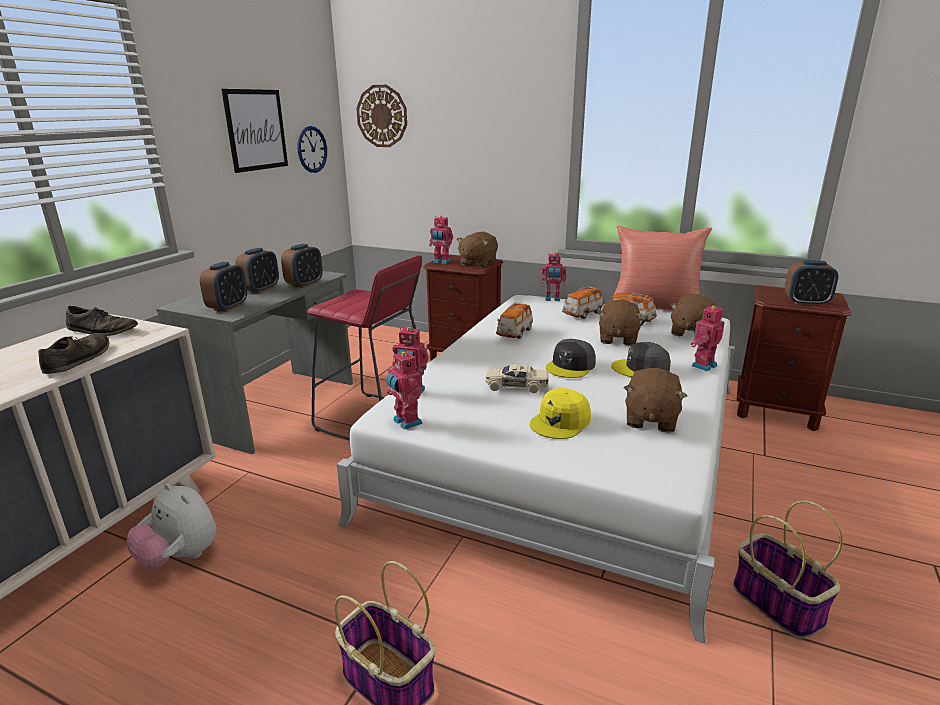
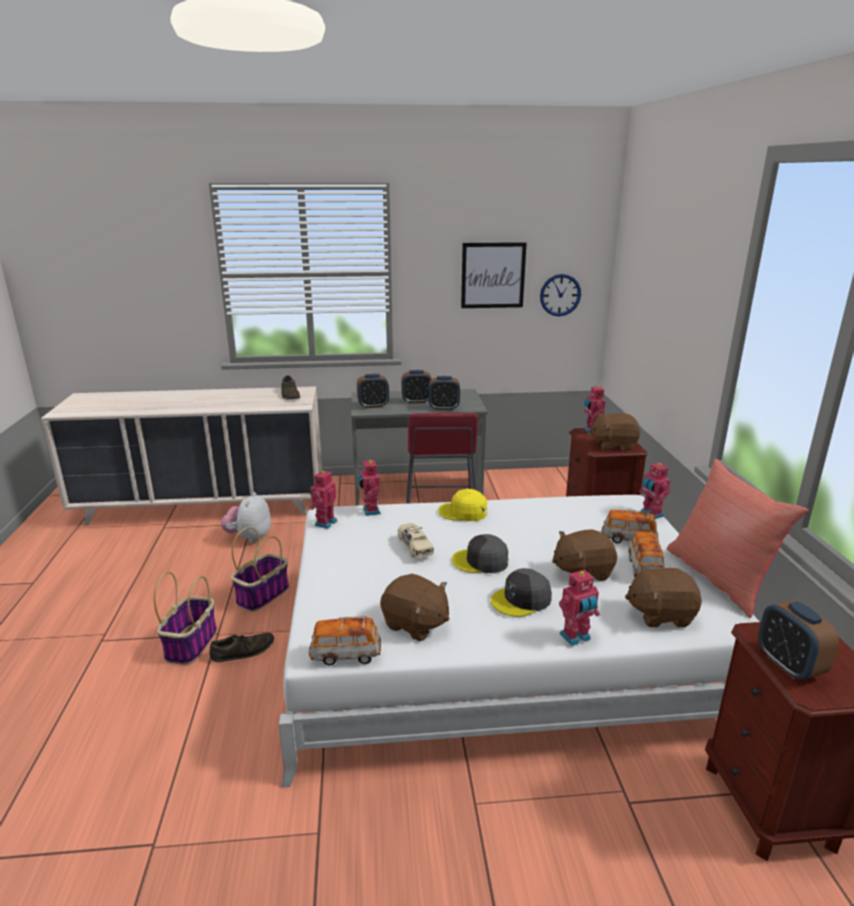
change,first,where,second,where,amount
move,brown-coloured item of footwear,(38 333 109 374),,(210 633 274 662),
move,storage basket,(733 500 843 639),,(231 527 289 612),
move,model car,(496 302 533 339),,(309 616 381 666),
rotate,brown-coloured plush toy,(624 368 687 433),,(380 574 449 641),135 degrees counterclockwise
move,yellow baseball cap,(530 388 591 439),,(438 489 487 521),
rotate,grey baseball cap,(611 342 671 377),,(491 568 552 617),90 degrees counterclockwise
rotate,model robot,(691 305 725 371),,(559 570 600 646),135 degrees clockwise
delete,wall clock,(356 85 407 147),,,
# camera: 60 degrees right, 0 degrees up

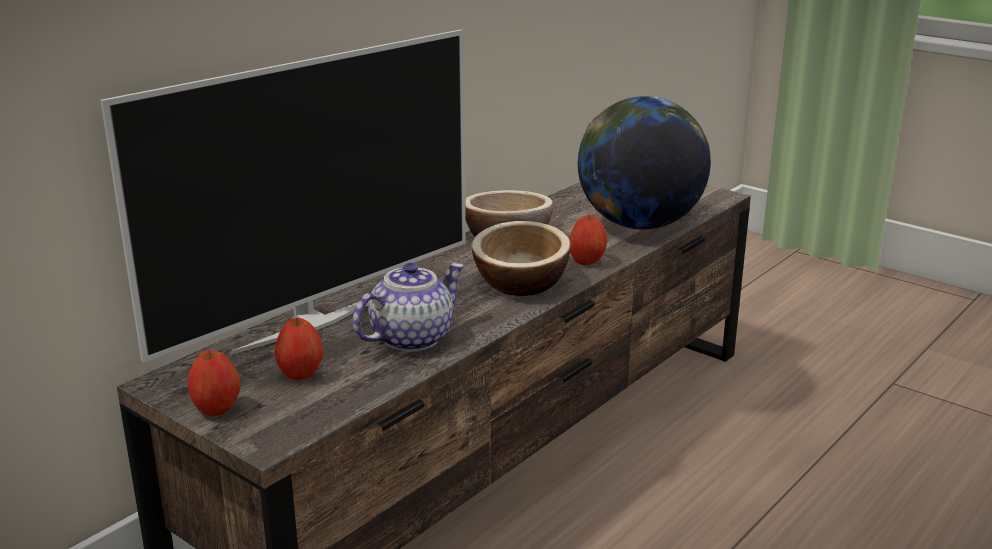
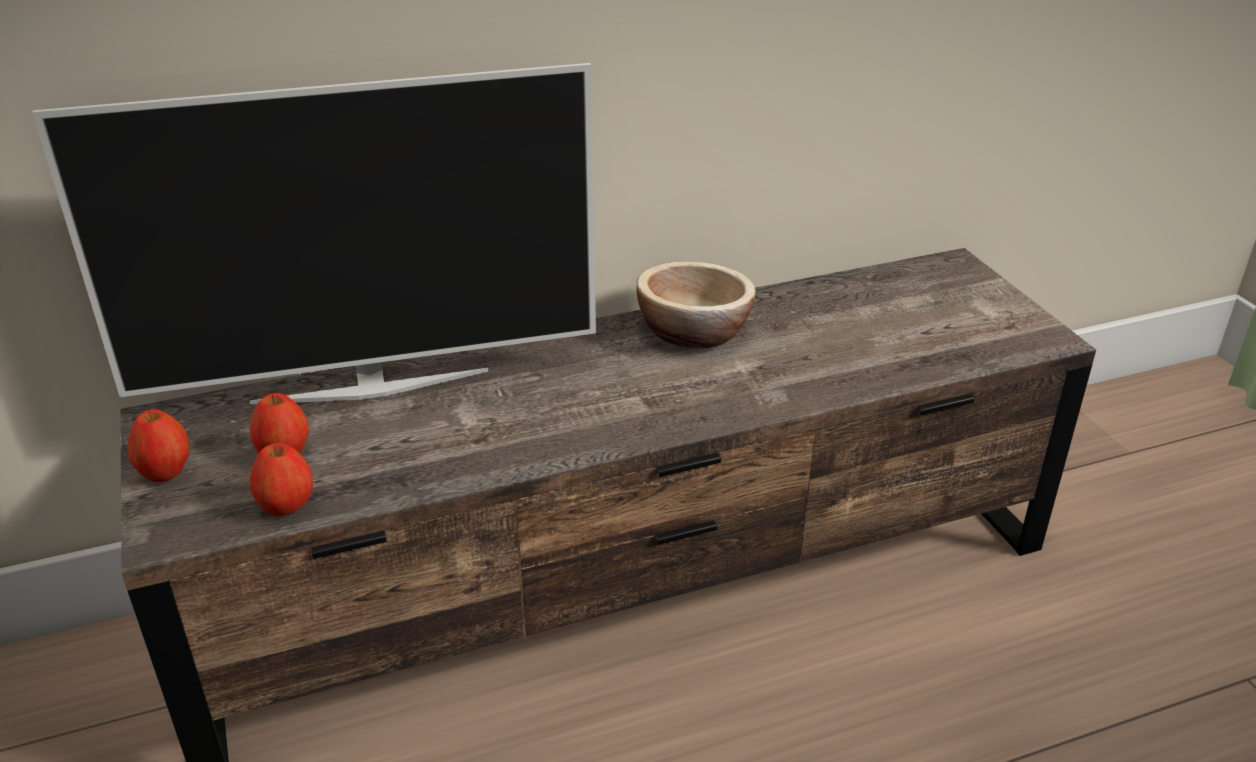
change,first,where,second,where,amount
move,apple,(569 215 608 265),,(250 443 313 516),
delete,pot for tea,(352 263 464 352),,,
delete,bowl,(472 221 571 296),,,
delete,globe,(578 96 711 230),,,
# camera: 30 degrees right, 10 degrees up

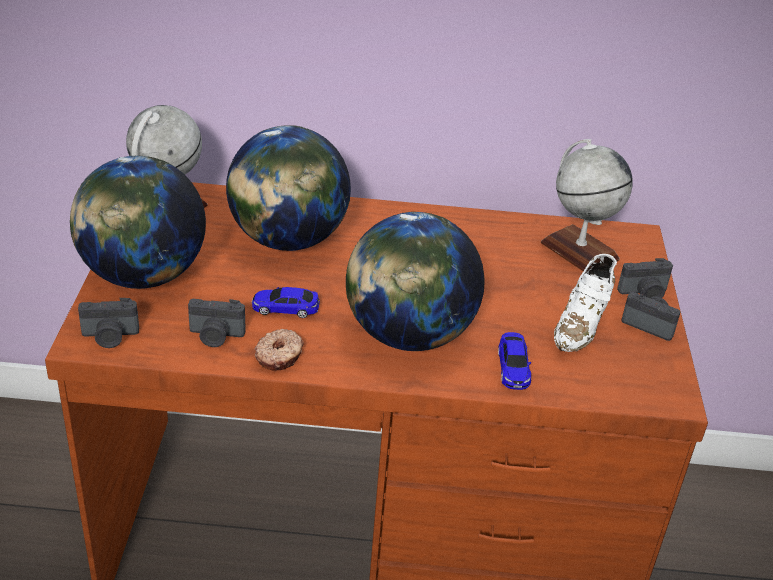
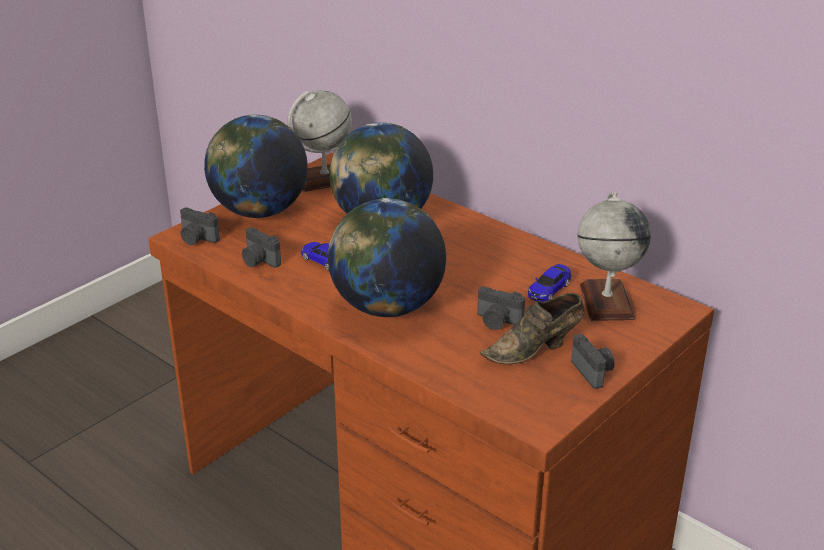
change,first,where,second,where,amount
move,photo camera,(617 258 673 298),,(477 286 525 330),
recolor,white item of footwear,(554 254 617 352),brown-coloured item of footwear,(480 293 584 364),
move,model car,(498 332 531 390),,(528 264 571 302),
delete,donut,(255 329 304 371),,,
# camera: 40 degrees right, 5 degrees down

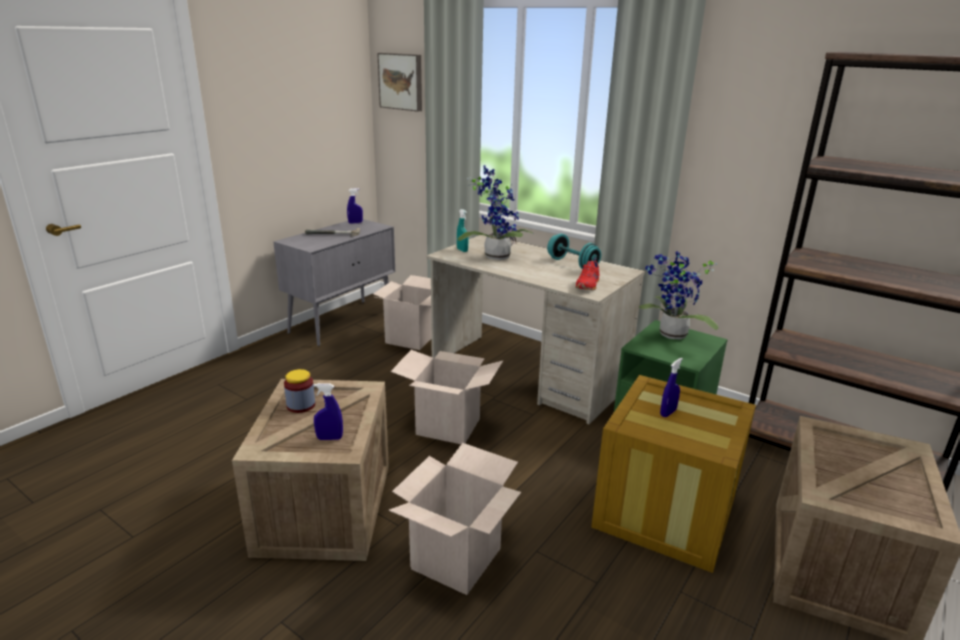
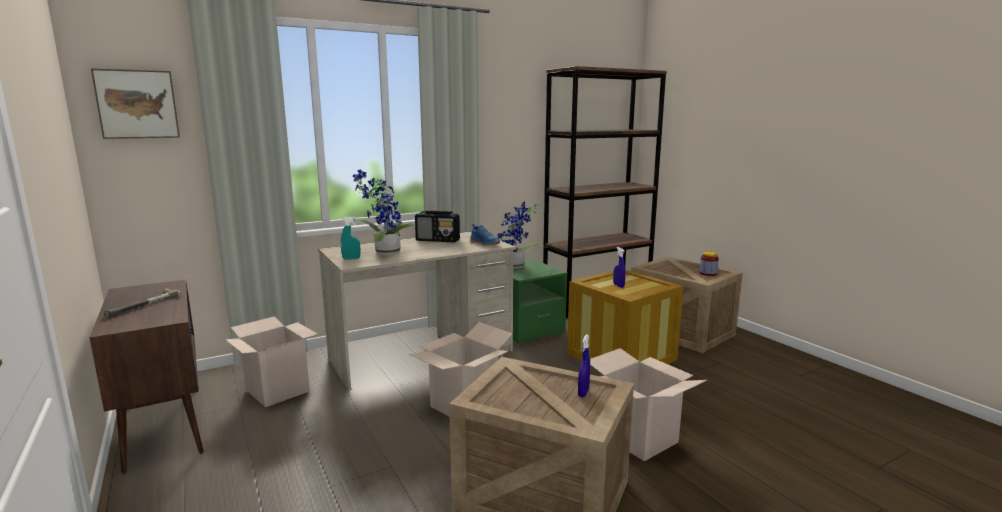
change,first,where,second,where,amount
recolor,grey cupboard,(274 219 395 346),brown-coloured cupboard,(89 280 204 474),
replace,turquoise dumbbell,(547 234 601 269),radio receiver,(415 210 460 242),
recolor,red-coloured item of footwear,(575 258 600 290),blue-coloured item of footwear,(470 224 500 246),
move,jar,(284 369 315 413),,(699 252 719 276),
delete,blue-coloured hand sprayer,(347 188 363 224),,,
# camera: 65 degrees left, 10 degrees down

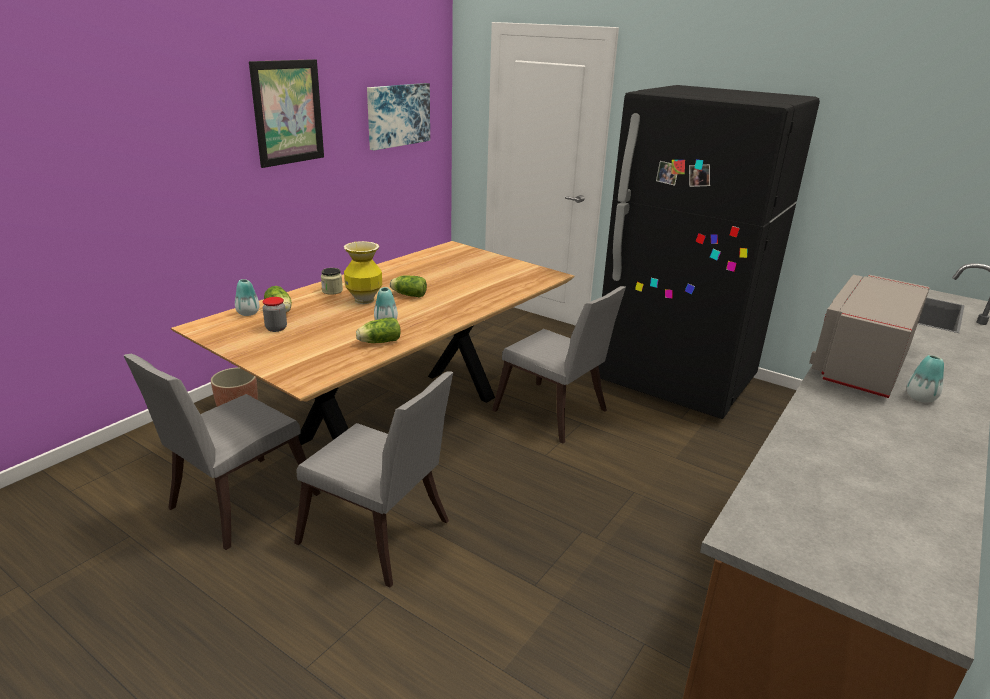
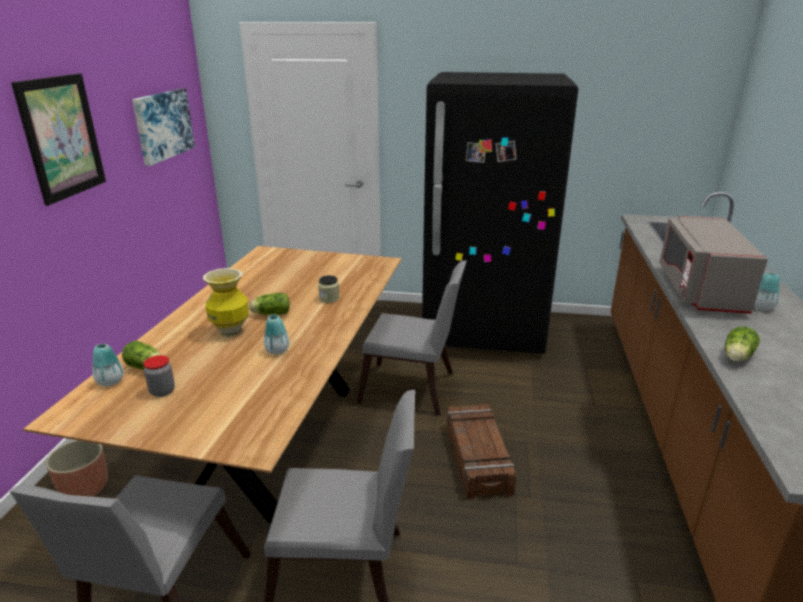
change,first,where,second,where,amount
move,jar,(321 268 343 295),,(318 275 340 303),
insert,,,shipping crate,(446 404 516 499),
move,head of lettuce,(356 318 401 343),,(725 327 760 362),
# camera: 25 degrees left, 0 degrees up

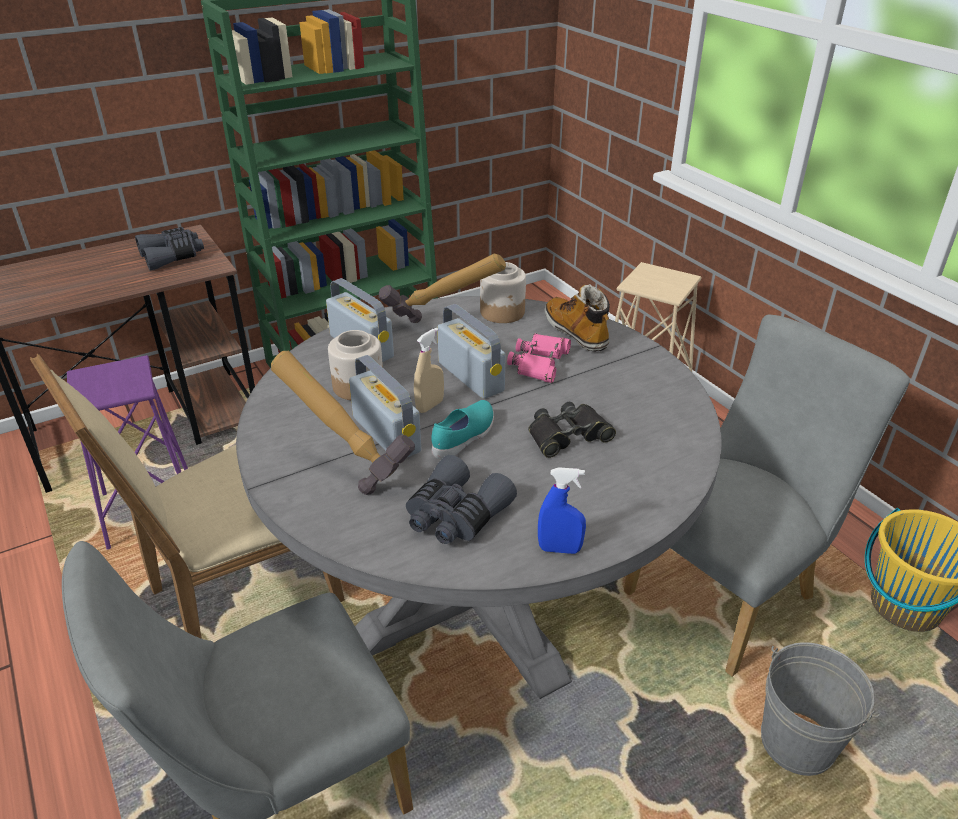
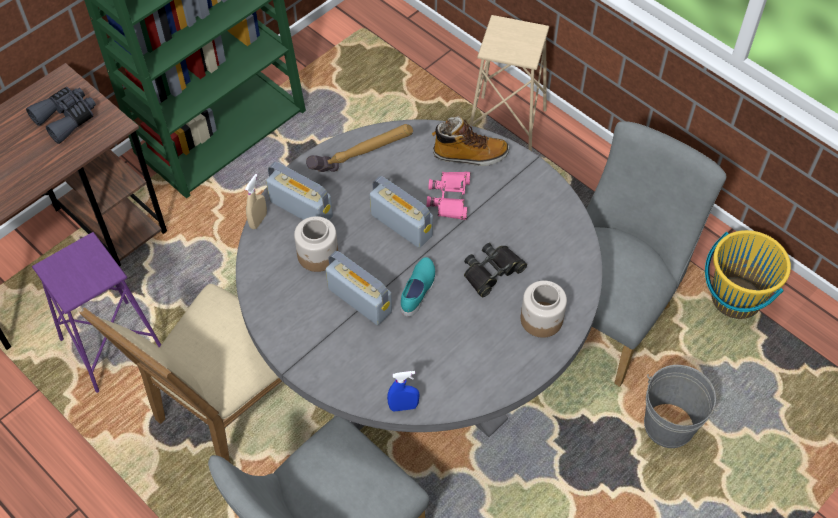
change,first,where,second,where,amount
move,beige hand sprayer,(414 327 444 413),,(245 174 267 229),
move,blue-coloured hand sprayer,(538 467 586 554),,(387 371 420 412),
rotate,tall boot,(545 284 610 352),,(432 116 509 166),135 degrees clockwise
move,jar,(480 262 526 323),,(521 281 567 338),
delete,hammer,(271 351 415 495),,,
delete,grey field glasses,(406 455 517 544),,,
# camera: 15 degrees left, 20 degrees up

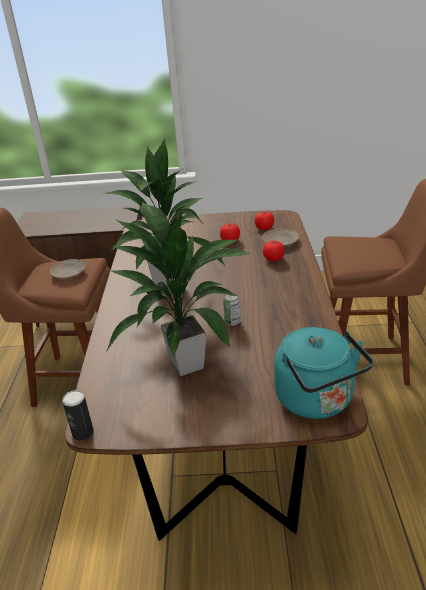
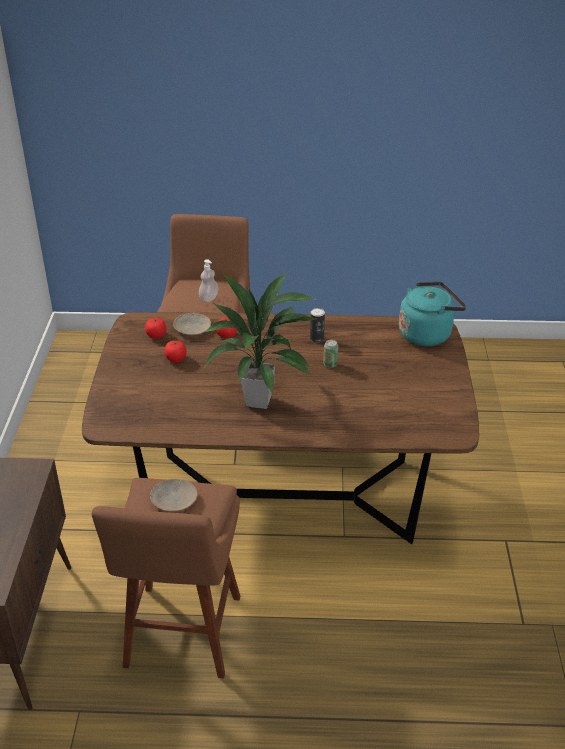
change,first,where,second,where,amount
insert,,,soap dispenser,(199 259 219 302),
move,sealed can,(62 390 94 441),,(310 308 325 342),
delete,potted plant,(106 202 253 376),,,
# camera: 90 degrees left, 5 degrees up

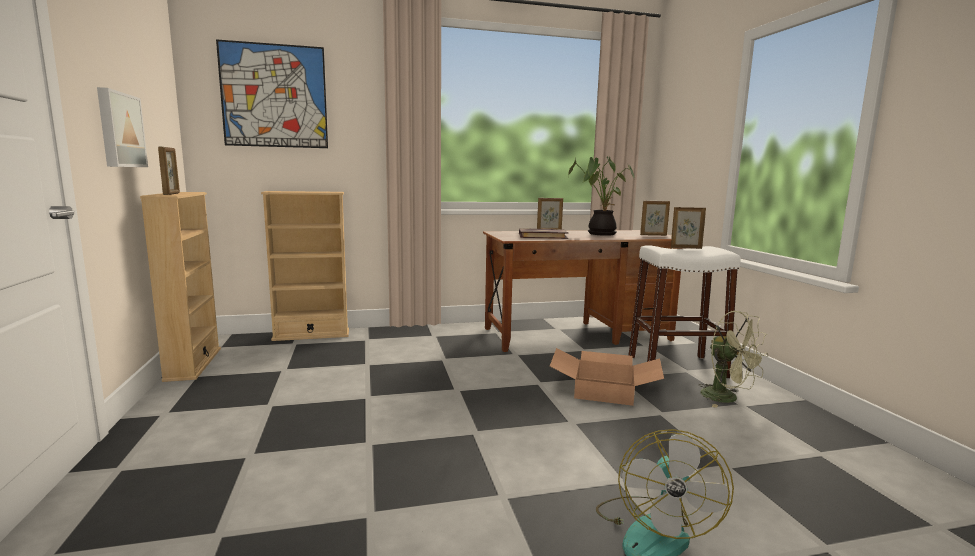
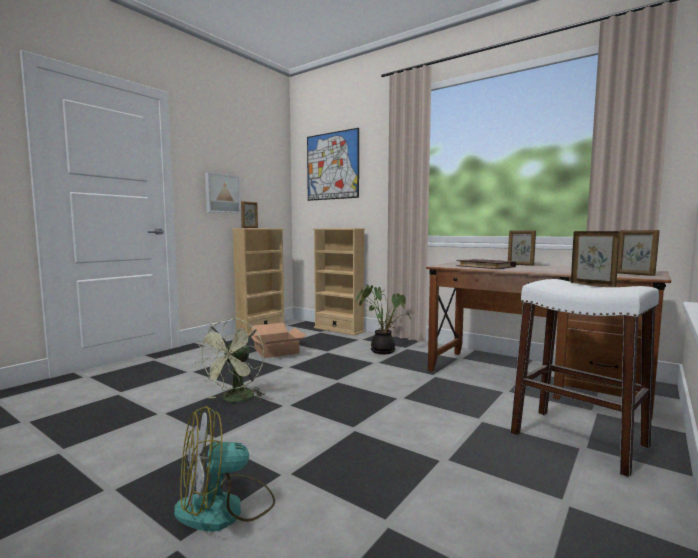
change,first,where,second,where,amount
move,greenish electric fan,(699 311 768 408),,(195 318 265 402),
move,packing box,(550 348 664 406),,(247 323 306 358),
move,potted plant,(568 156 634 236),,(356 284 411 354),
# camera: 50 degrees right, 5 degrees down

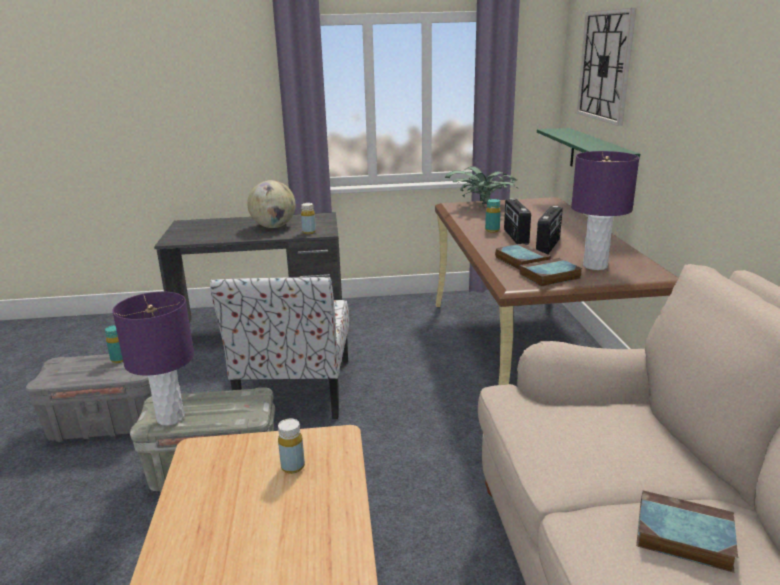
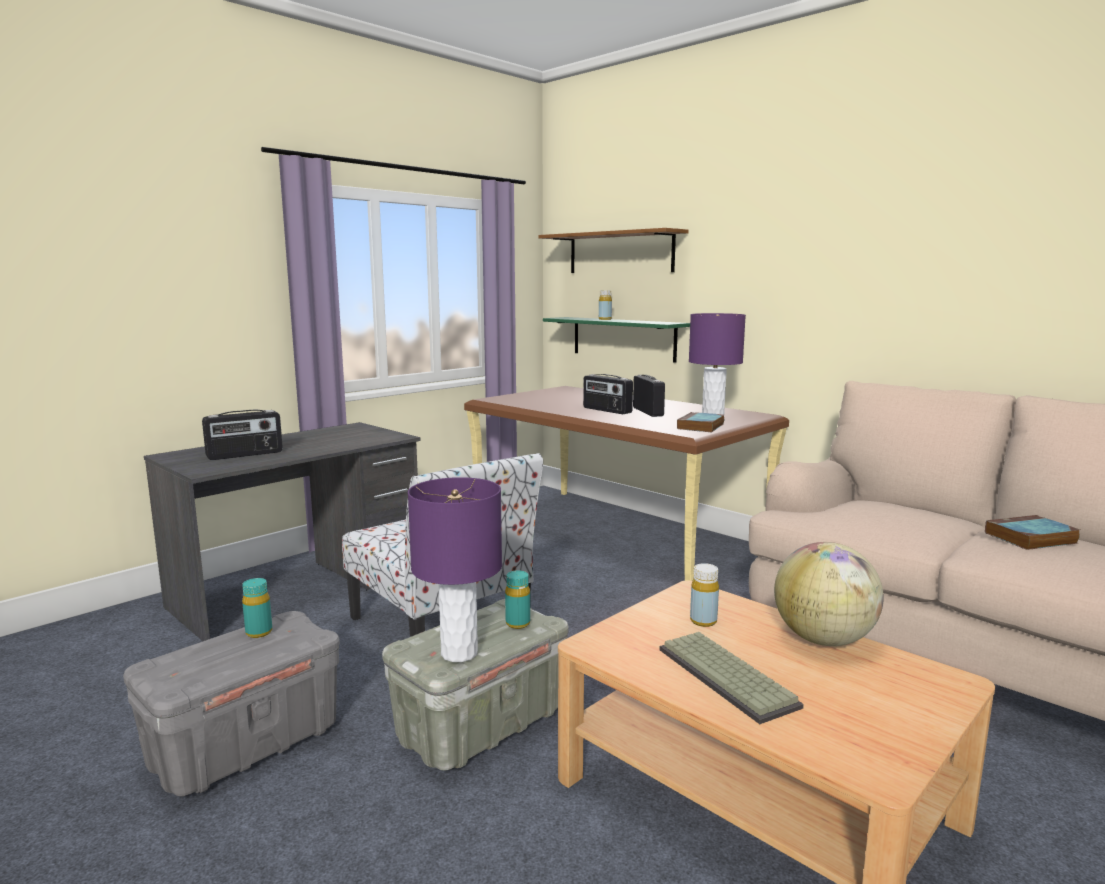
change,first,where,second,where,amount
insert,,,radio receiver,(202 410 283 460),
move,turquoise beverage bottle,(485 199 501 232),,(505 570 530 629),
replace,wall clock,(577 8 636 126),brown-coloured shelf,(538 228 689 273),
move,yellow beverage bottle,(301 203 316 234),,(599 291 612 320),
insert,,,PC keyboard,(659 632 804 724),
move,globe,(247 180 296 228),,(774 542 884 646),
delete,potted plant,(445 166 517 208),,,
delete,bound book,(495 243 551 270),,,
# camera: 40 degrees left, 10 degrees down

